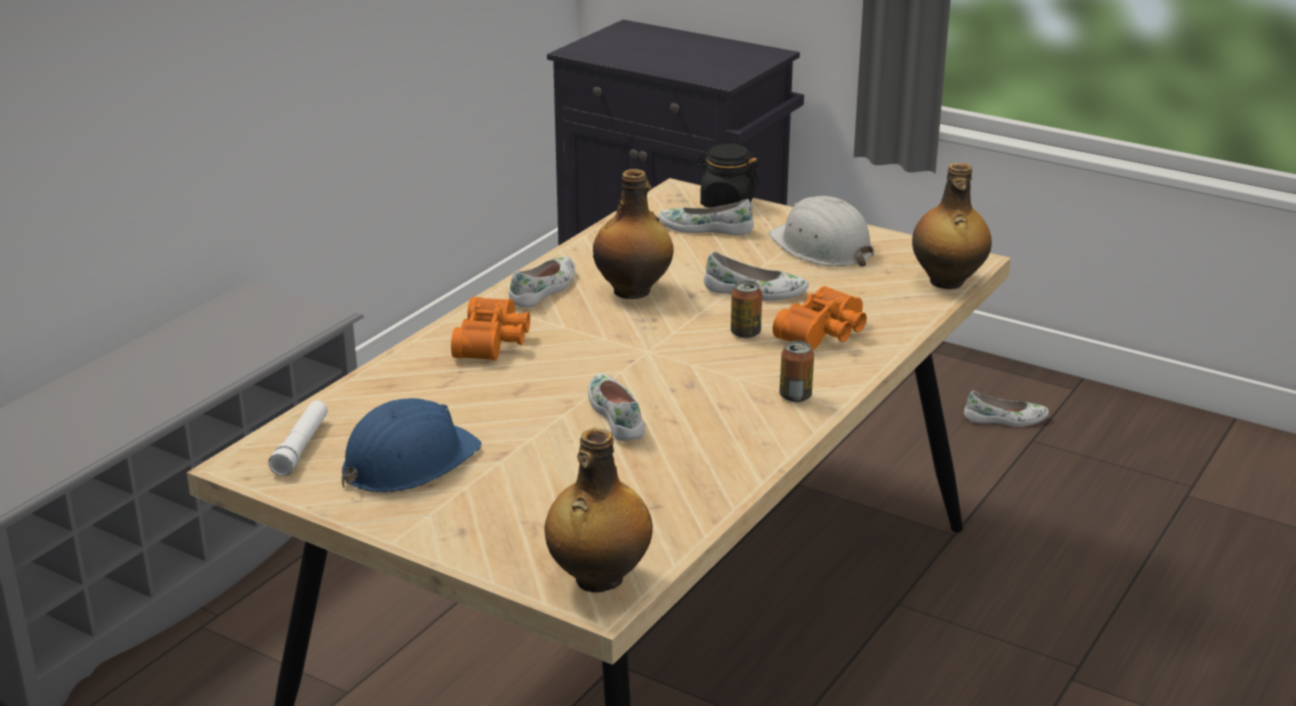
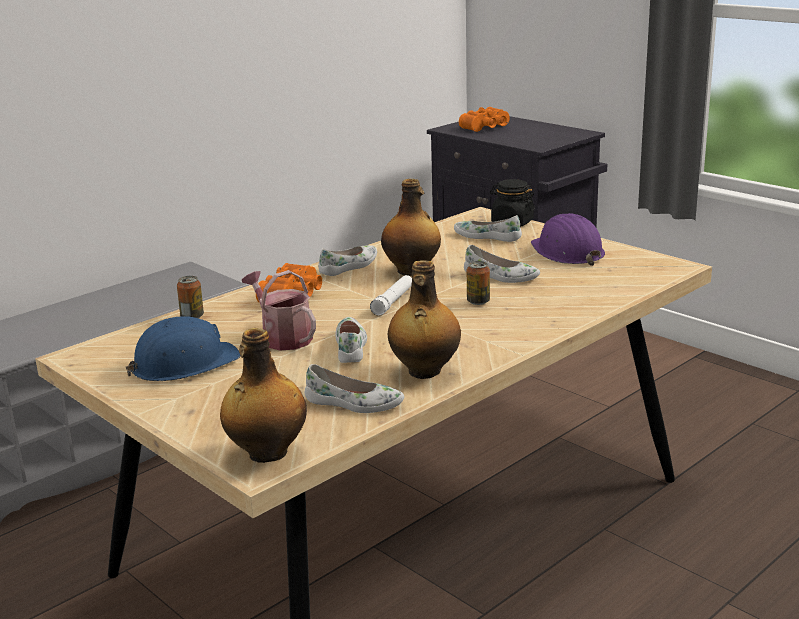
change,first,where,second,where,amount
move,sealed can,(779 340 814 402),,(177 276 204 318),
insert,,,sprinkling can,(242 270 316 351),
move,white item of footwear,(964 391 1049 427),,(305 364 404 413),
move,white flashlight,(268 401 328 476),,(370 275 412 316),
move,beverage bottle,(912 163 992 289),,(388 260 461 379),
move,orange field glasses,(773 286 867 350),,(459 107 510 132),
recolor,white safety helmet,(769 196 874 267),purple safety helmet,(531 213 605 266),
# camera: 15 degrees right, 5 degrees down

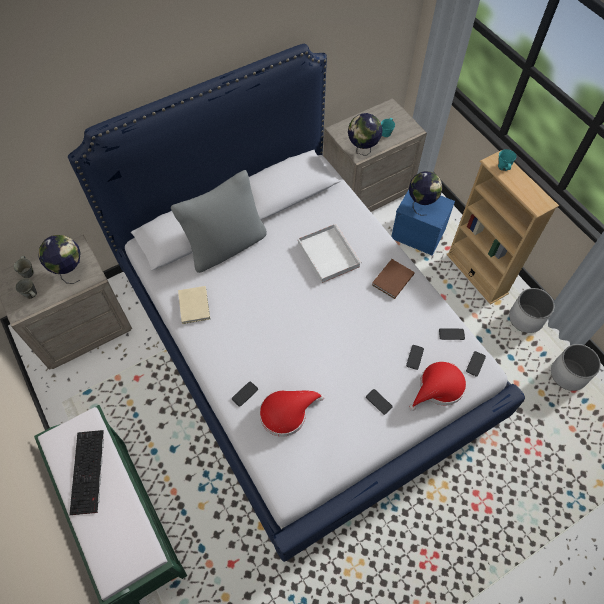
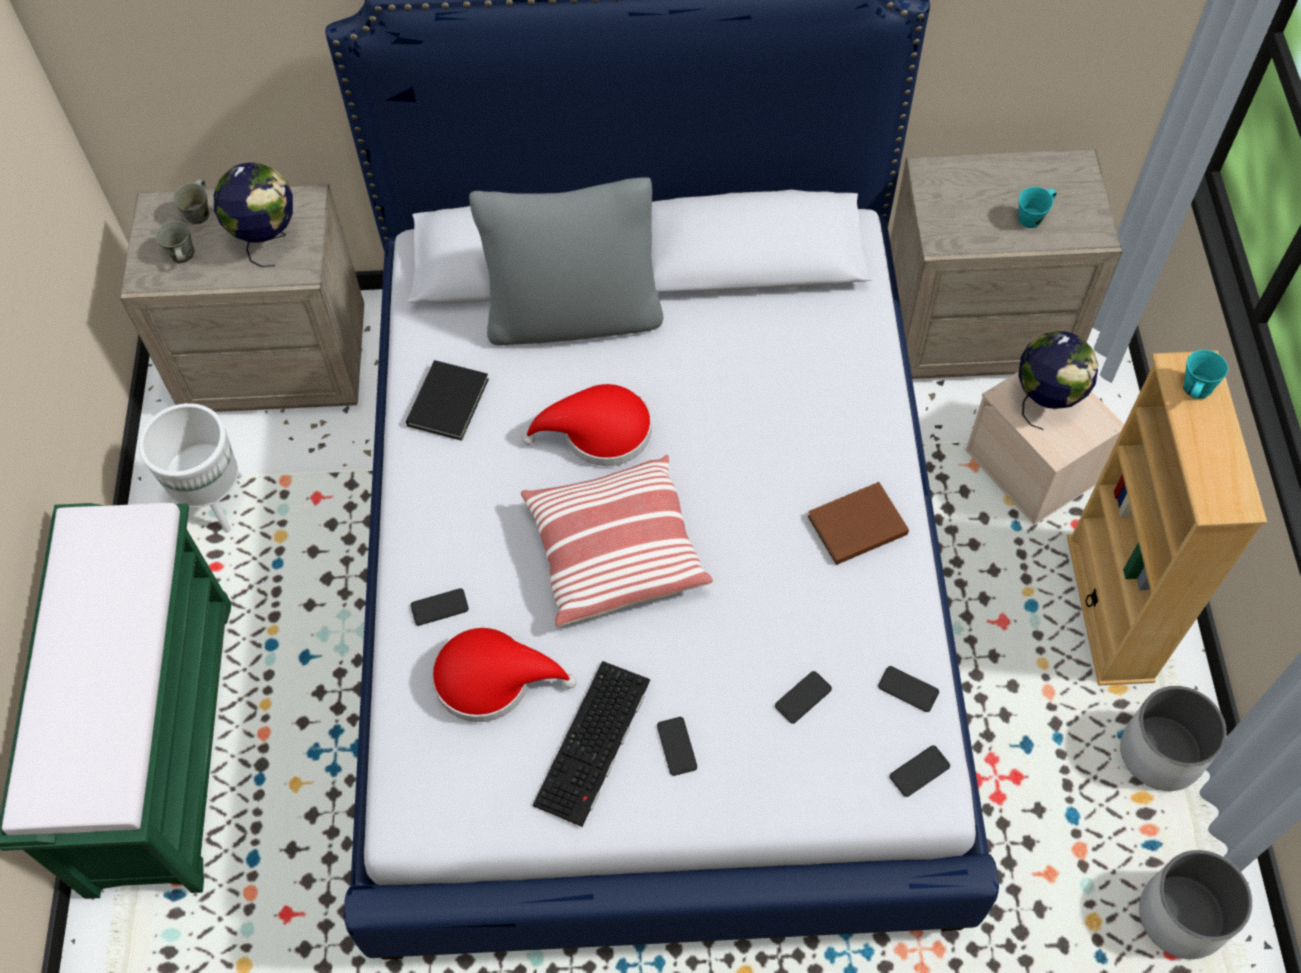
change,first,where,second,where,amount
insert,,,white plant pot,(139 403 242 533),
recolor,beige bound book,(178 286 210 324),blackish bound book,(406 360 489 441),
insert,,,throw pillow,(521 455 713 627),
move,red-coloured wearable hat,(409 361 467 411),,(522 384 652 466),
move,PC keyboard,(69 430 104 515),,(533 661 650 827),
recolor,blue-coloured storage container,(391 190 455 255),beige storage container,(965 372 1124 525),
delete,white carrying tray,(298 224 362 283),,,
delete,globe,(348 113 383 156),,,
# camera: 30 degrees right, 0 degrees up

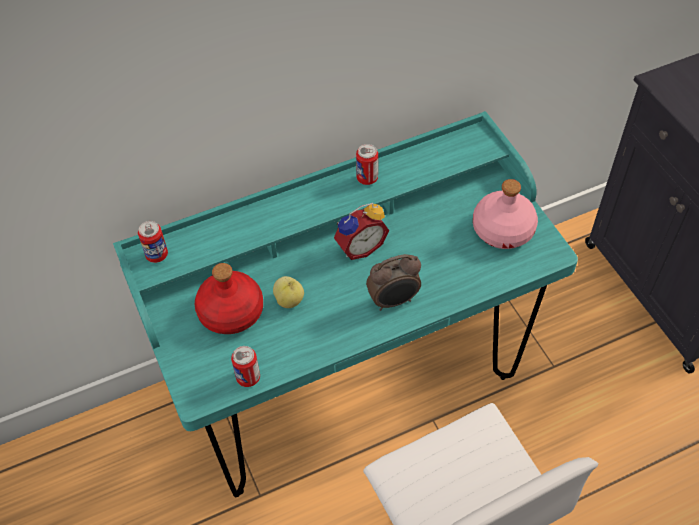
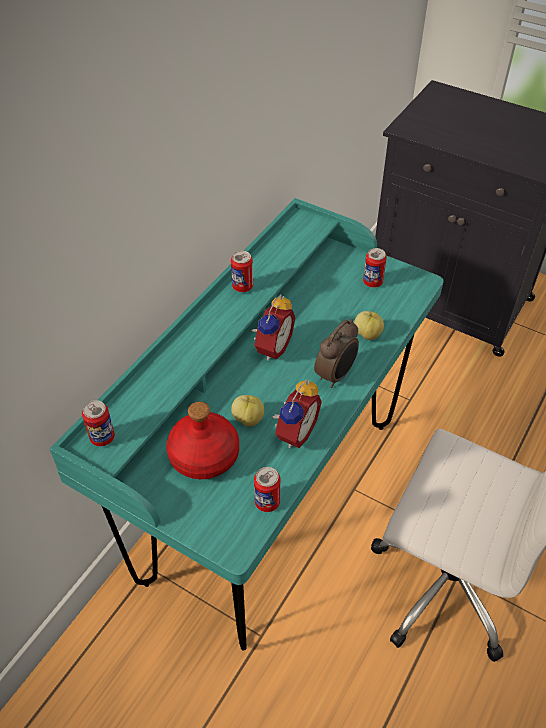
change,first,where,second,where,amount
insert,,,bedside clock,(272 379 322 448),
insert,,,apple,(354 311 384 340),
replace,pink-coloured beverage bottle,(473 179 538 249),sealed can,(363 248 387 288),
# camera: 35 degrees left, 5 degrees down

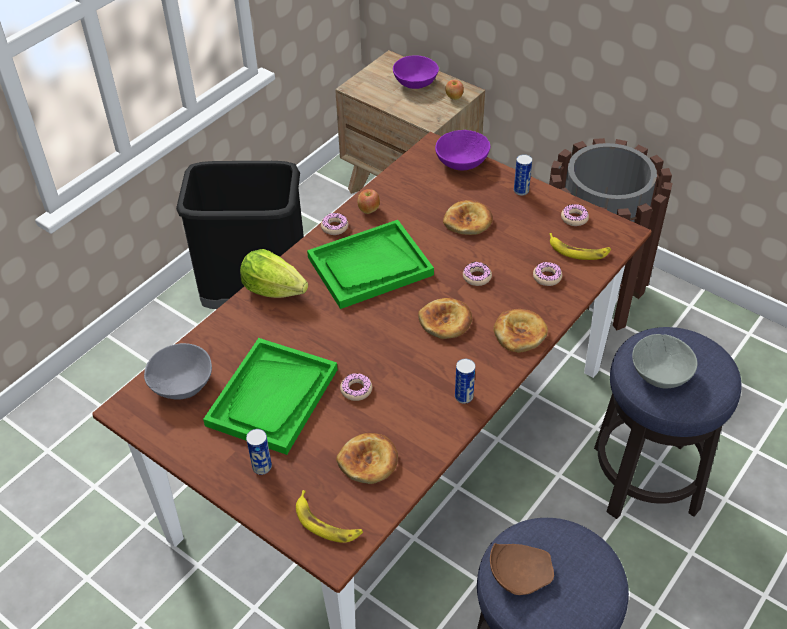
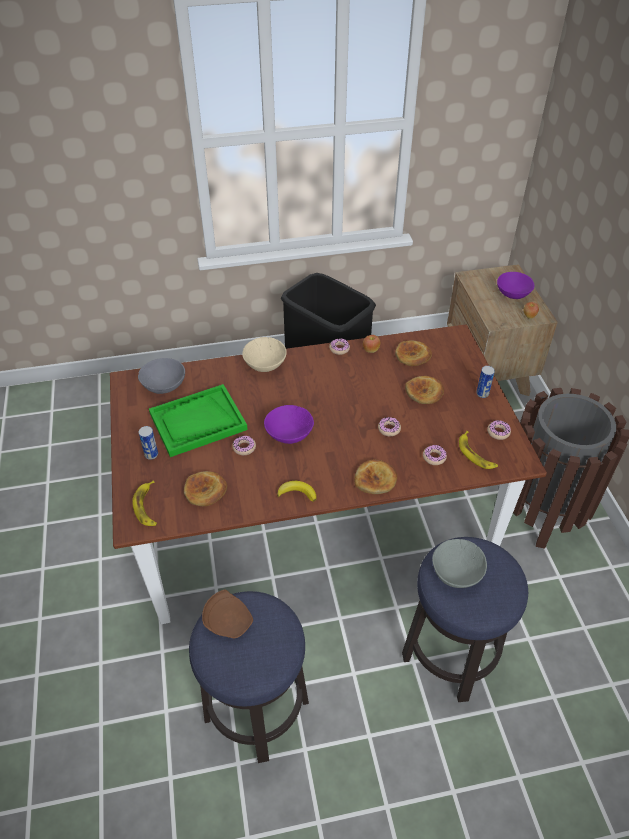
change,first,where,second,where,amount
replace,head of lettuce,(240 249 308 298),beige bowl,(242 337 287 372),
move,purple bowl,(435 130 490 170),,(264 405 314 444),
replace,sealed can,(455 359 475 404),whole banana,(277 481 316 502),
move,bread,(418 298 472 339),,(395 341 432 366),
delete,greenish carrying tray,(307 220 434 309),,,
# camera: 40 degrees right, 0 degrees up

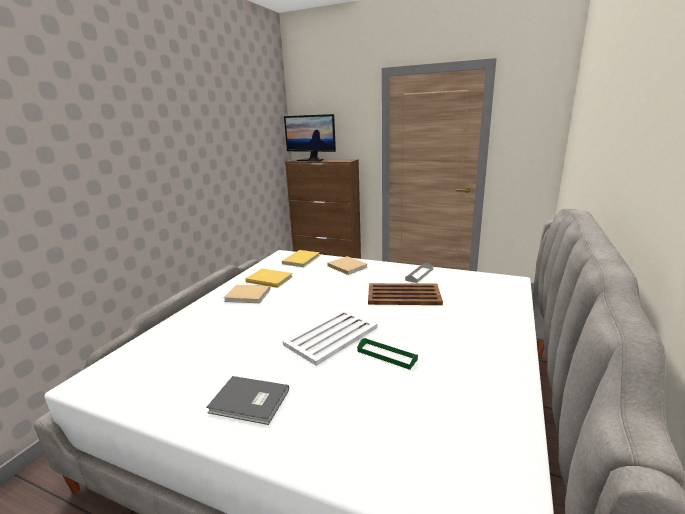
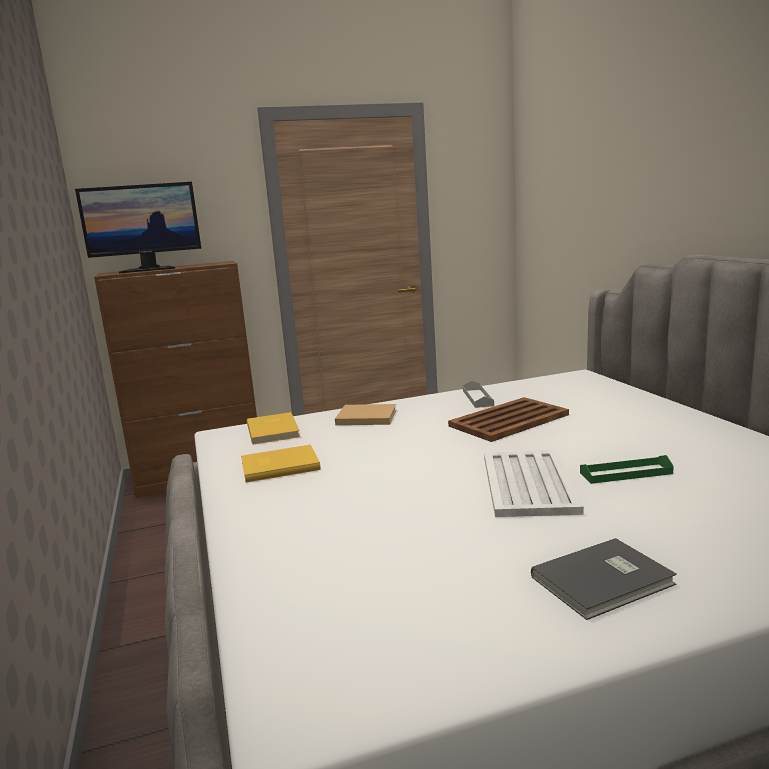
change,first,where,second,where,amount
delete,beige bound book,(224 285 270 303),,,
# camera: 40 degrees left, 5 degrees down

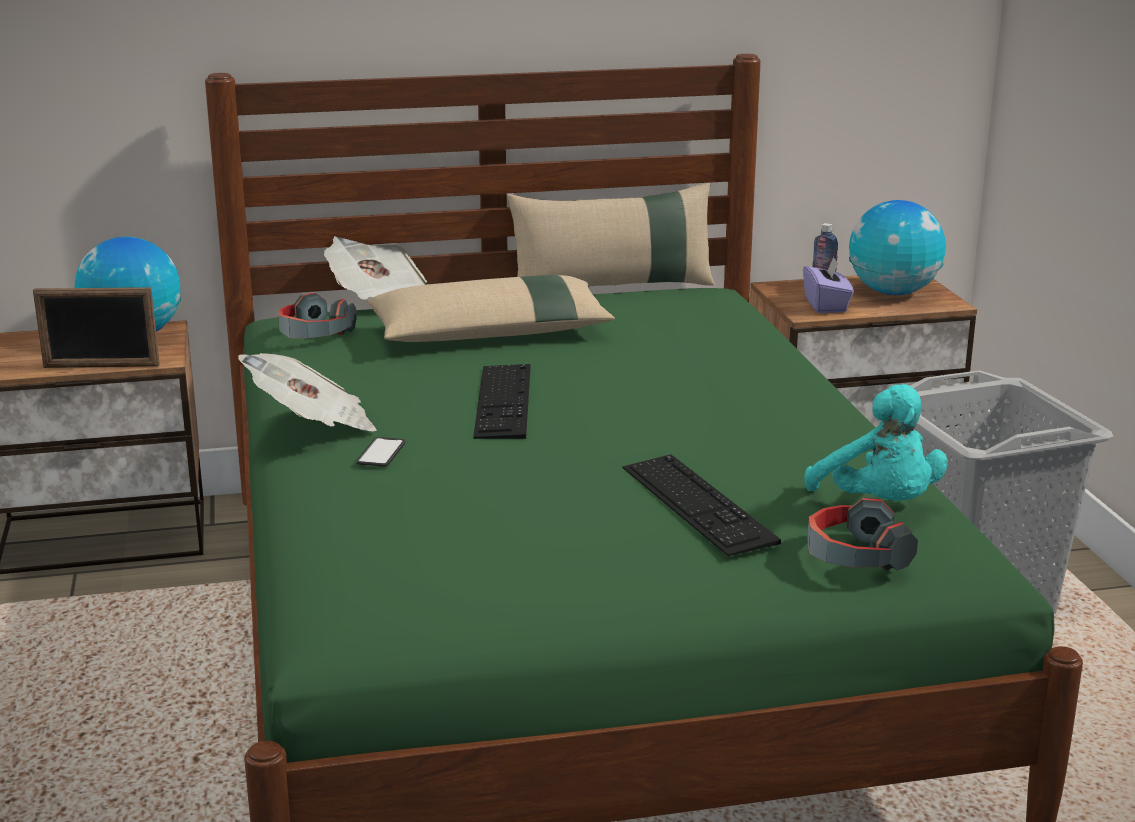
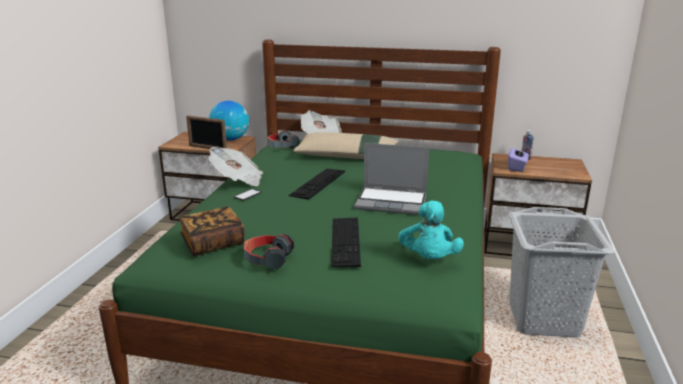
change,first,where,second,where,amount
insert,,,bound book,(178 206 245 256),
move,headset,(807 497 918 570),,(244 234 294 269),
insert,,,laptop,(354 143 429 215),
delete,beige throw pillow,(507 183 715 287),,,
delete,globe,(849 200 946 295),,,
# camera: 25 degrees right, 0 degrees up

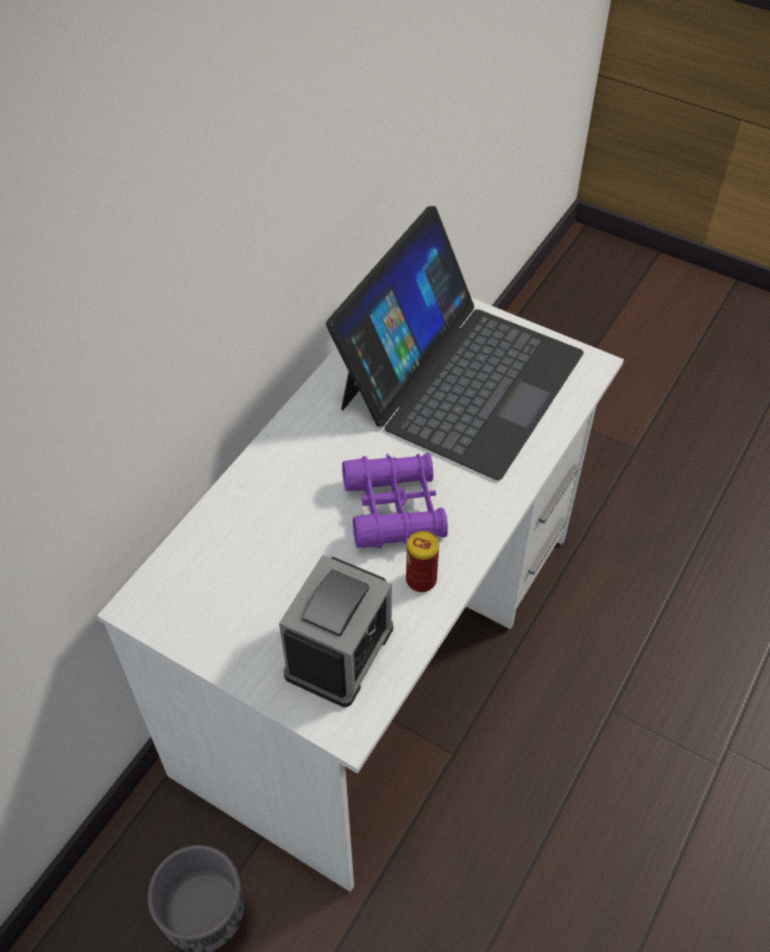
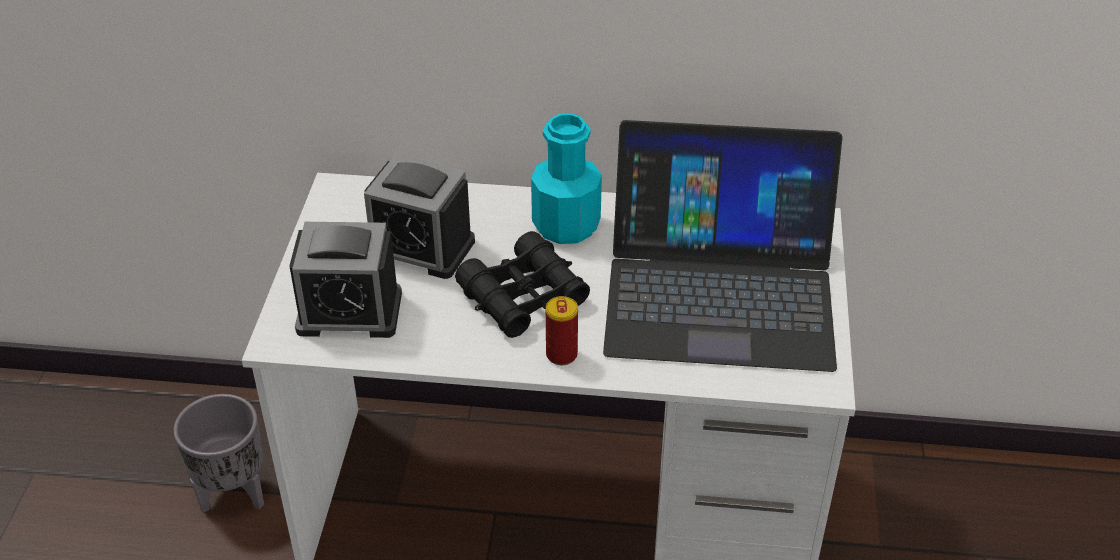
change,first,where,second,where,amount
insert,,,bedside clock,(364 154 475 279),
recolor,purple field glasses,(342 453 448 548),blackish field glasses,(455 231 590 338),
insert,,,turquoise beverage bottle,(531 113 602 244),
move,sealed can,(406 531 439 592),,(546 296 578 365),
# camera: 65 degrees right, 10 degrees down

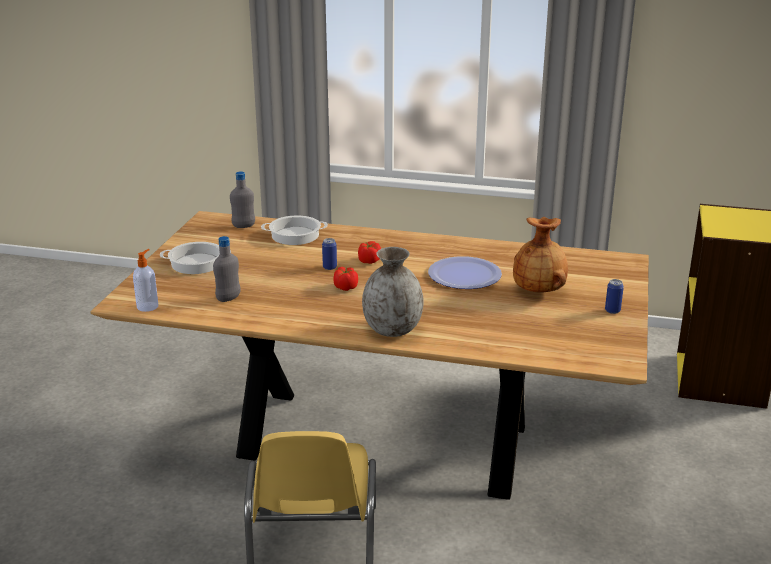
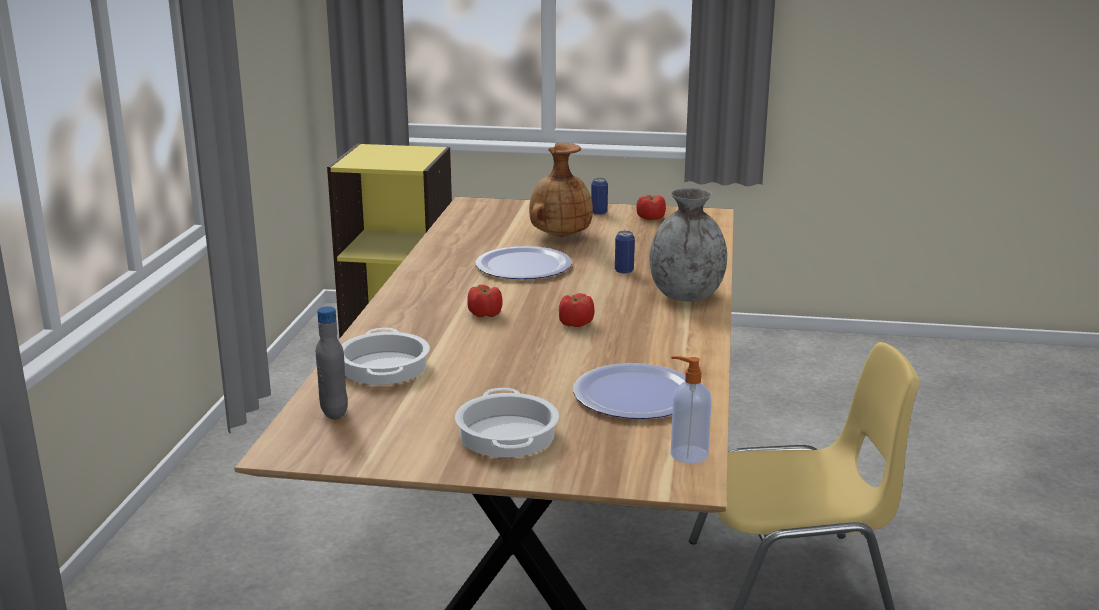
change,first,where,second,where,amount
replace,grey beverage bottle,(213 236 241 302),flat dish,(573 363 686 419),
move,sealed can,(322 238 337 270),,(615 231 635 274),
insert,,,whole tomato,(636 195 666 220),
# camera: 95 degrees left, 5 degrees down

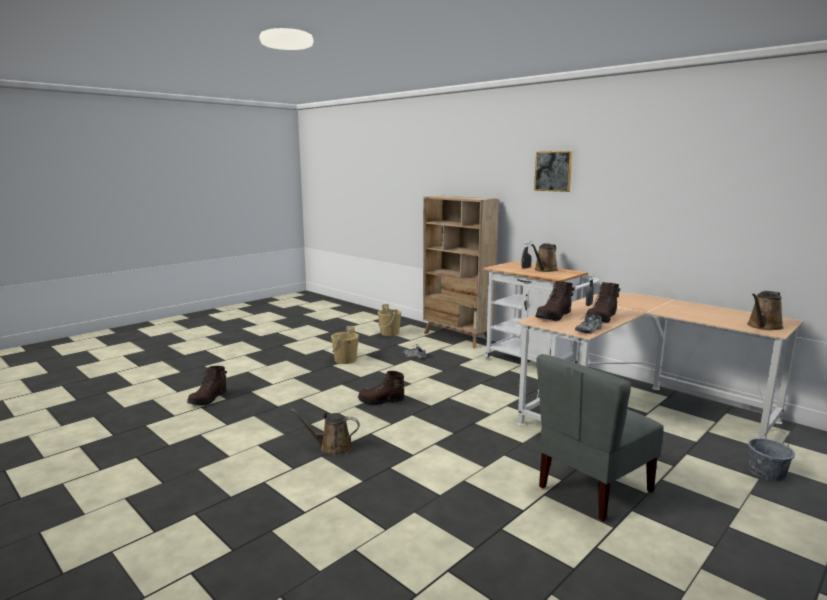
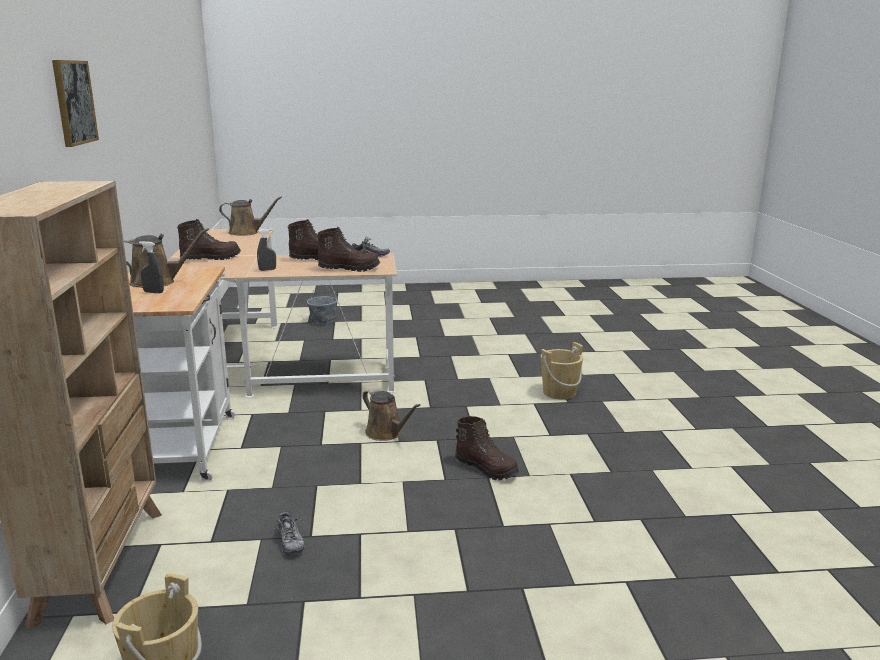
change,first,where,second,where,amount
move,brown-coloured tall boot,(187 366 227 406),,(177 219 241 260),
move,brown-coloured sprinkling can,(290 409 360 456),,(363 389 421 441),
move,beige pail,(331 326 359 364),,(541 342 583 399),
delete,grey chair,(537 354 664 521),,,
# camera: 140 degrees left, 5 degrees up

